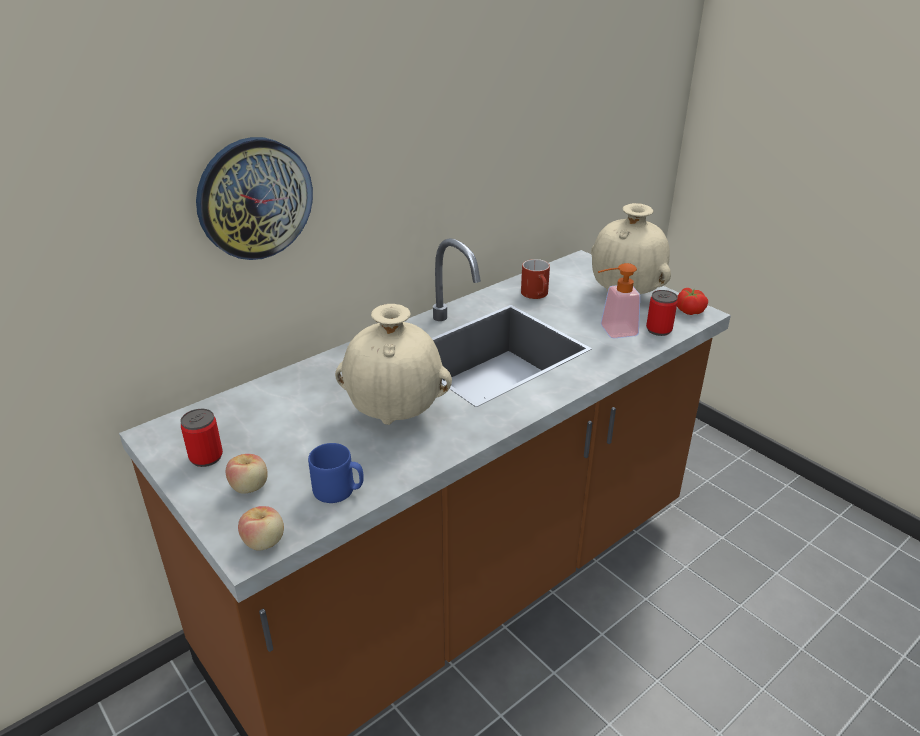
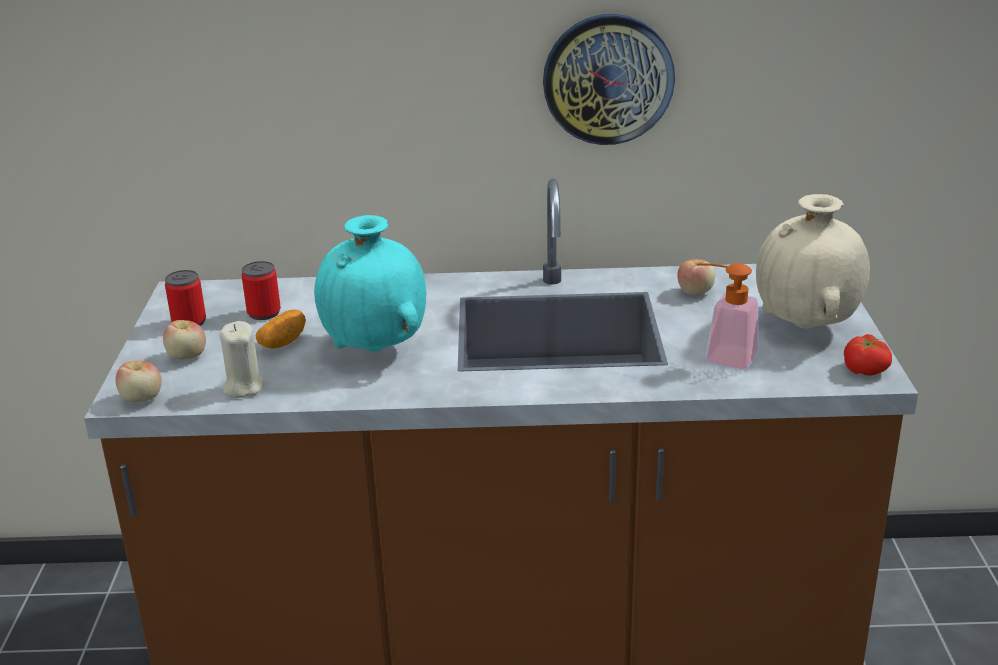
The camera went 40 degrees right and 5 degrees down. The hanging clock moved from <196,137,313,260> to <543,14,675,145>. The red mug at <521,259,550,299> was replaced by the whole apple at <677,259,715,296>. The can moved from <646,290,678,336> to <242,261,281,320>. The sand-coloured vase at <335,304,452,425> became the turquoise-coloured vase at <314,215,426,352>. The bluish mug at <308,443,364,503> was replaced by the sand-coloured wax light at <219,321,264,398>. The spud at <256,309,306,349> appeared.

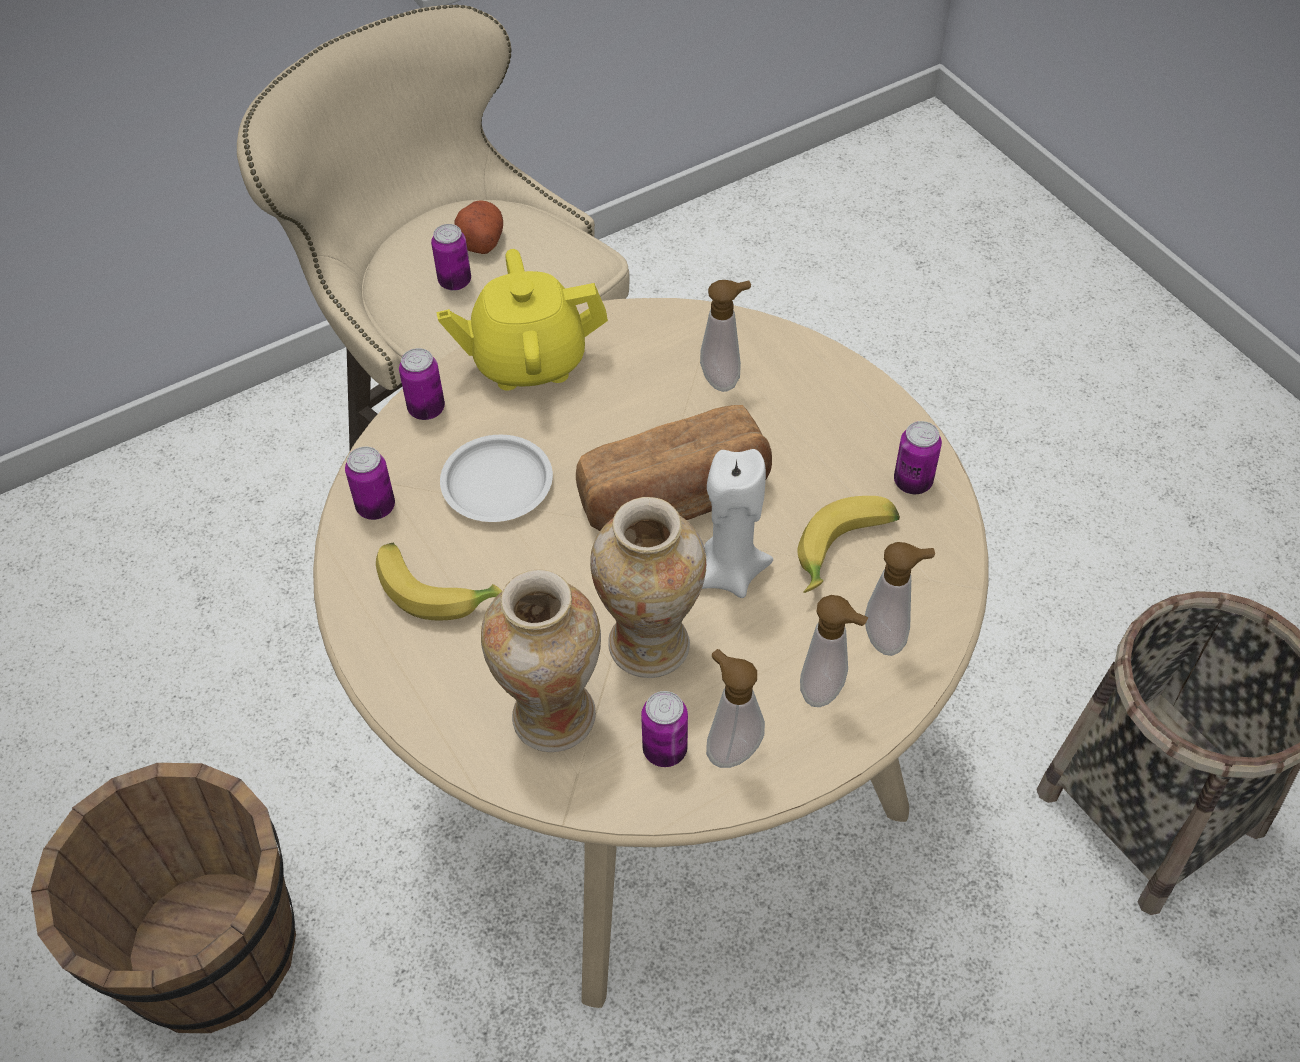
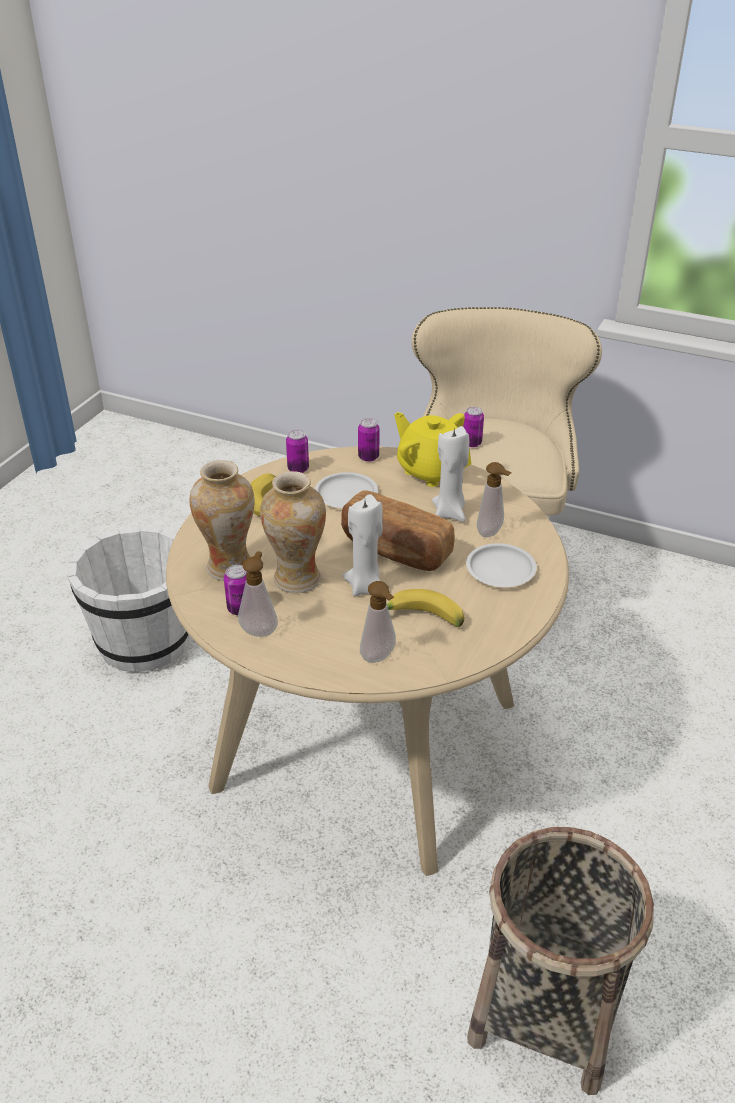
The camera went 55 degrees right and 15 degrees down. The spud at <454,200,503,254> disappeared. The can at <894,421,942,494> disappeared. The soap dispenser at <800,595,868,707> disappeared. The brown-coloured water bucket at <31,763,296,1033> became the white water bucket at <67,526,189,672>. The white wax light at <432,426,469,522> appeared. The white dinner plate at <466,543,537,587> appeared.

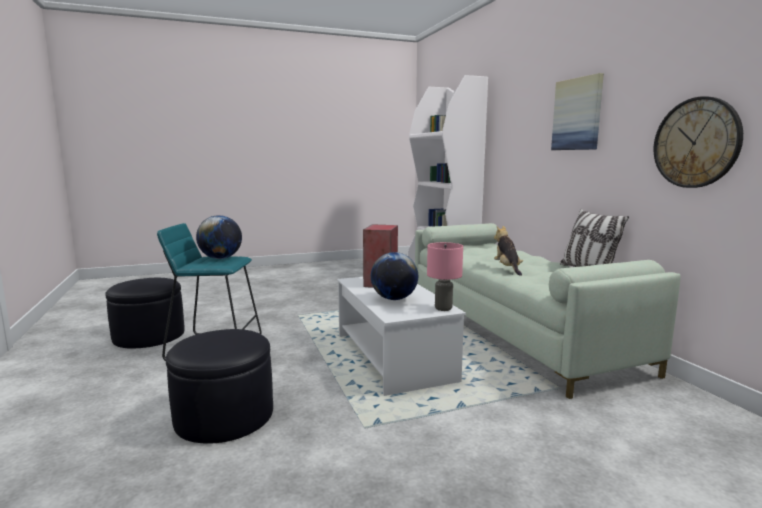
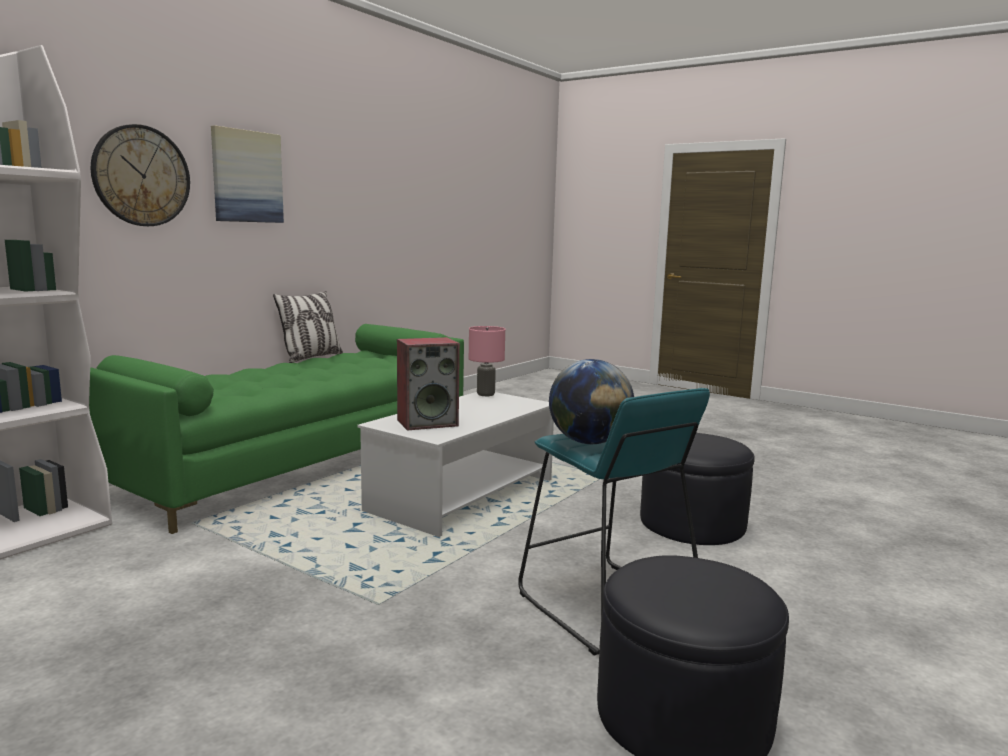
The camera went 125 degrees left and 0 degrees up. The hanging clock moved from <654,96,743,188> to <91,124,190,226>. The white couch at <415,223,681,399> became the green couch at <89,324,464,534>. The soft toy at <494,226,523,276> disappeared. The desk globe at <371,252,418,300> disappeared.

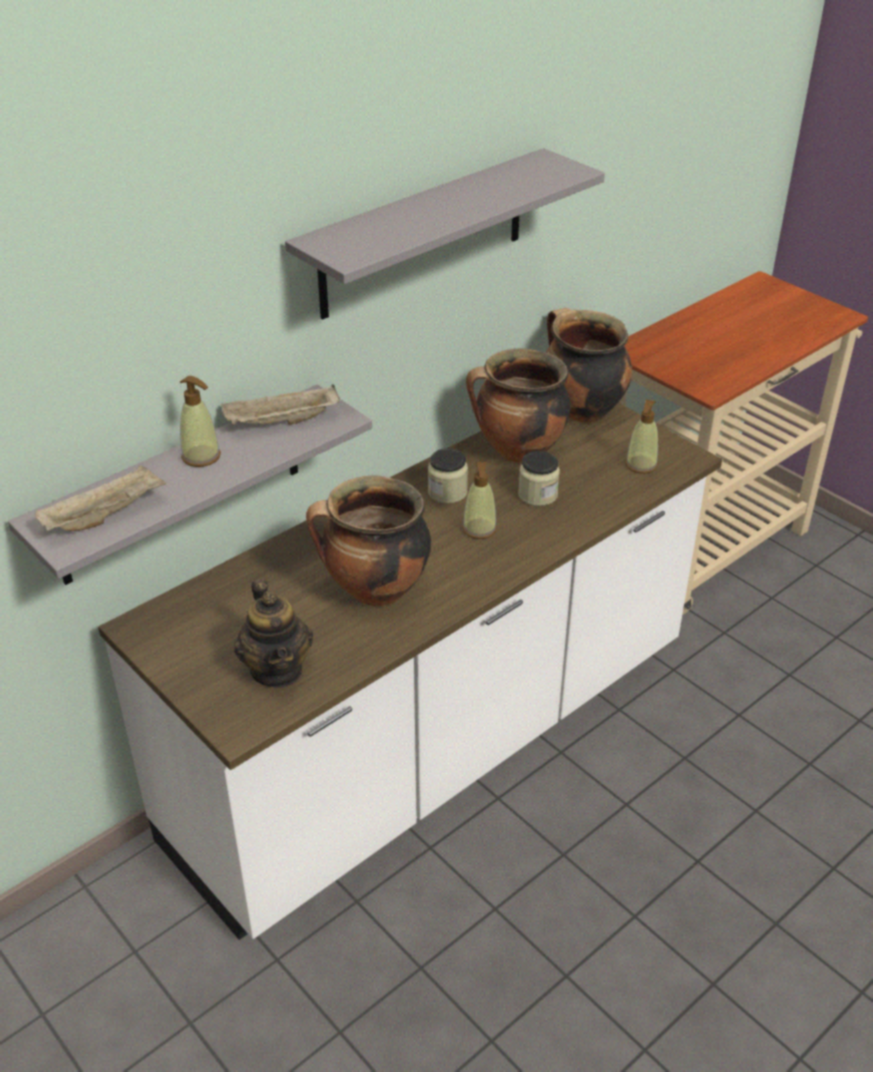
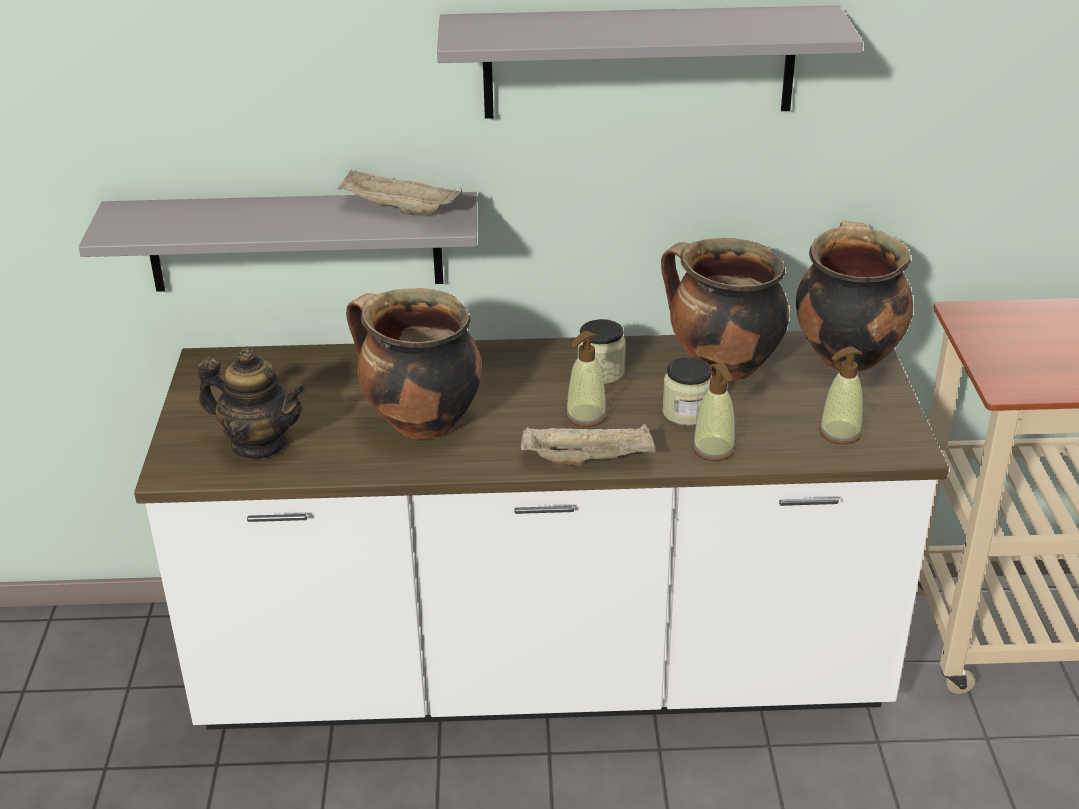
The camera went 40 degrees right and 5 degrees down. The soap dispenser moved from <180,376,221,467> to <692,362,735,461>. The sand-coloured carrying tray moved from <35,465,167,531> to <521,424,655,466>. The teapot at <234,578,313,688> turned 90 degrees counterclockwise.

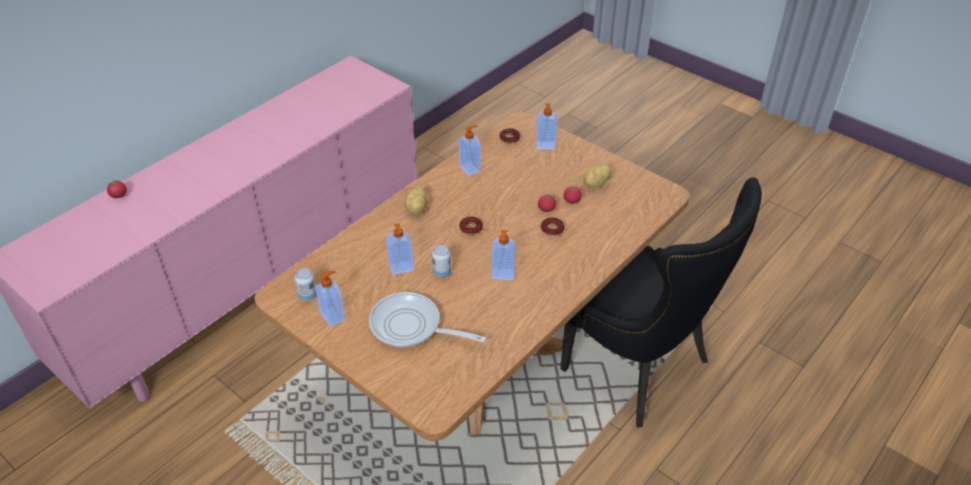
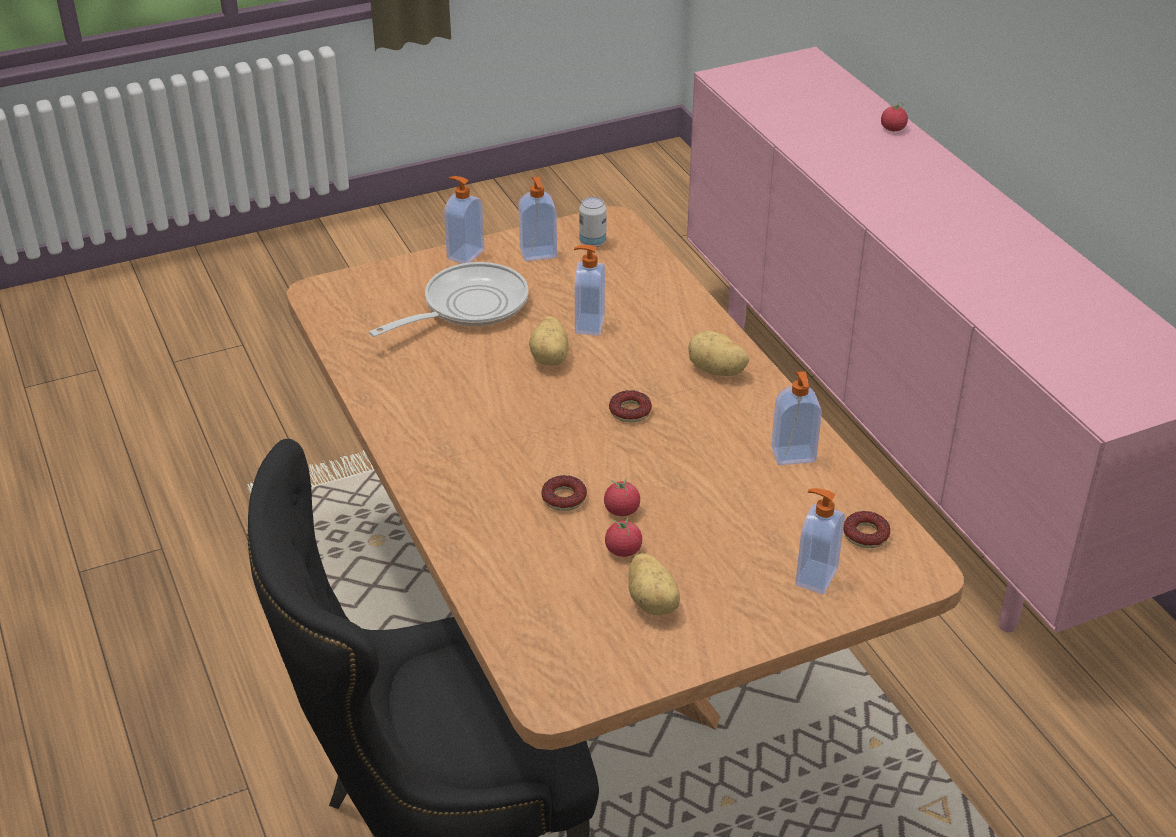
The camera went 115 degrees right and 5 degrees down. The soap dispenser moved from <491,230,516,280> to <444,176,485,264>. The can at <432,245,451,278> was replaced by the spud at <529,316,569,366>.

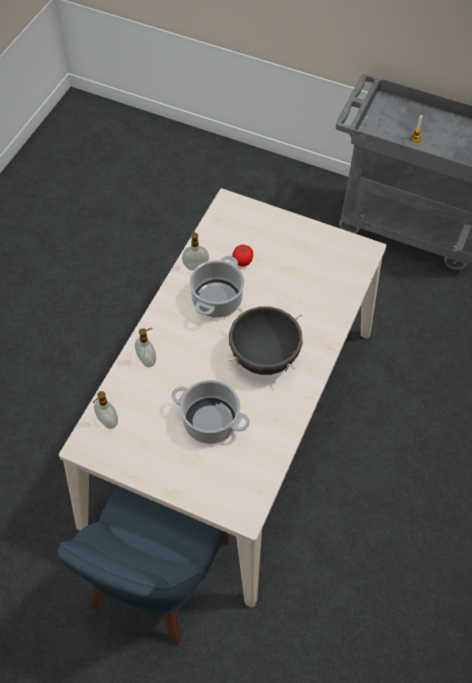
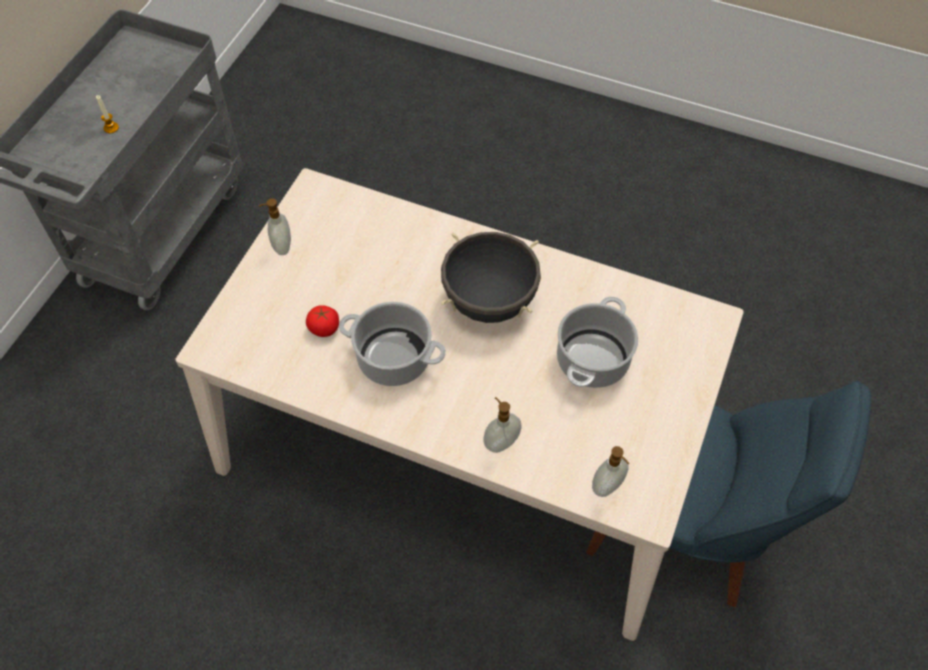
The camera went 90 degrees left and 0 degrees up. The soap dispenser moved from <182,230,209,270> to <258,198,291,255>.

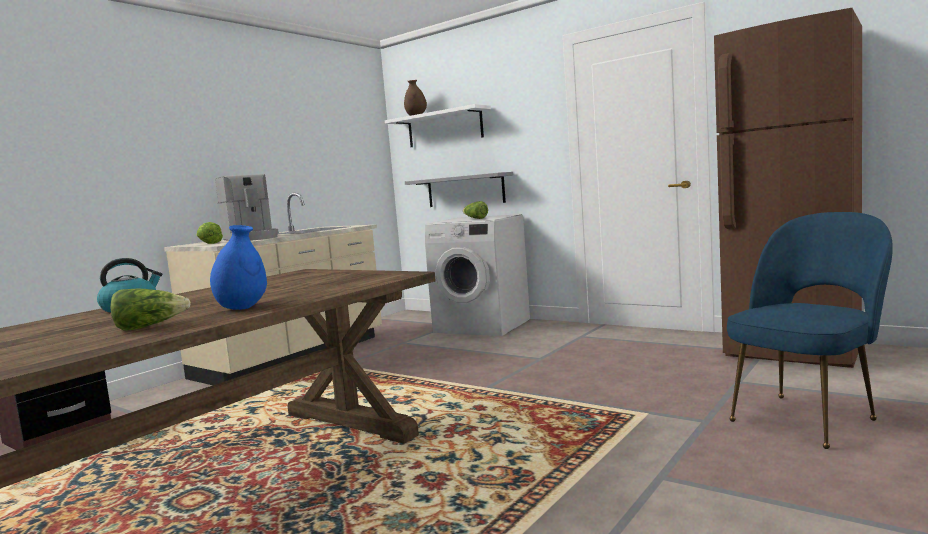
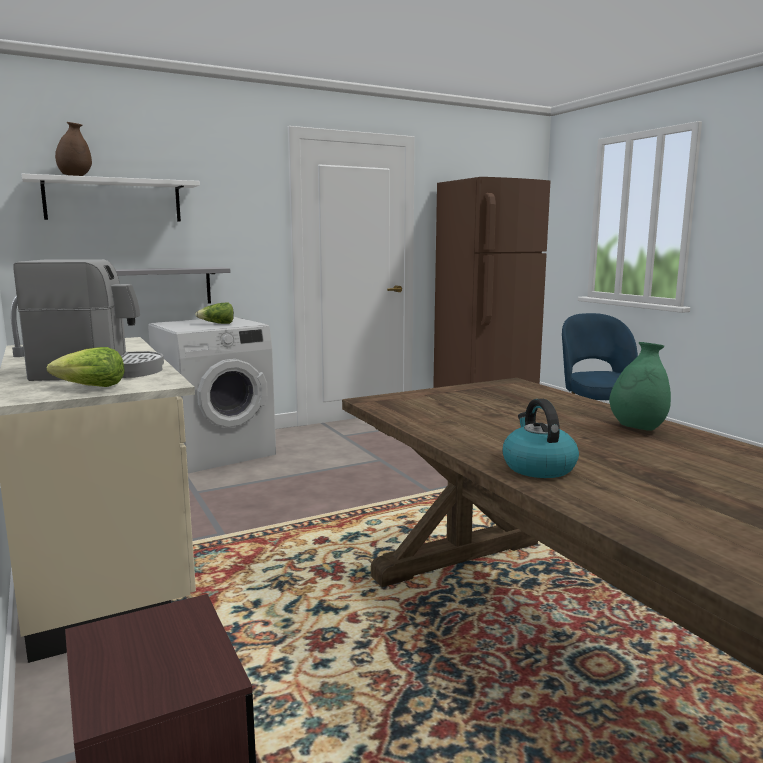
The camera went 65 degrees left and 5 degrees up. The bluish vase at <210,225,267,310> became the green vase at <609,342,671,431>. The lettuce head at <110,289,191,331> disappeared.

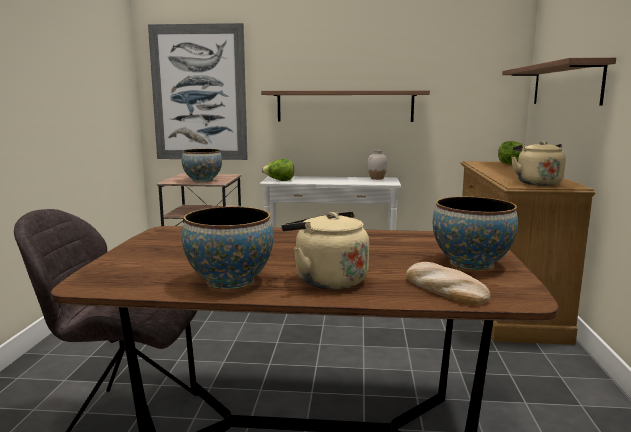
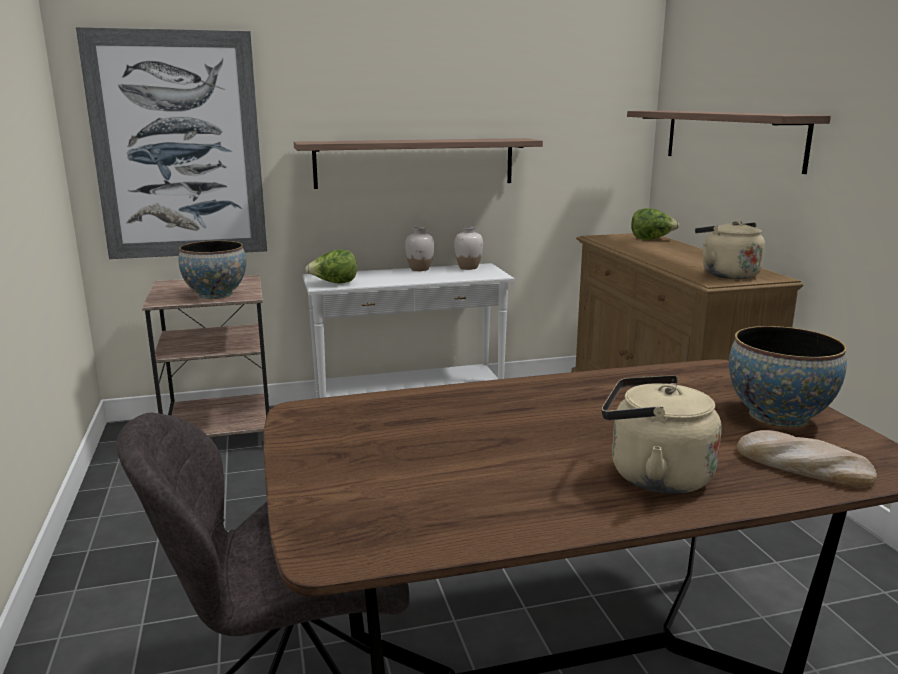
The camera went 20 degrees left and 5 degrees up. The serving bowl at <182,207,273,290> disappeared. The white vase at <405,227,434,271> appeared.

